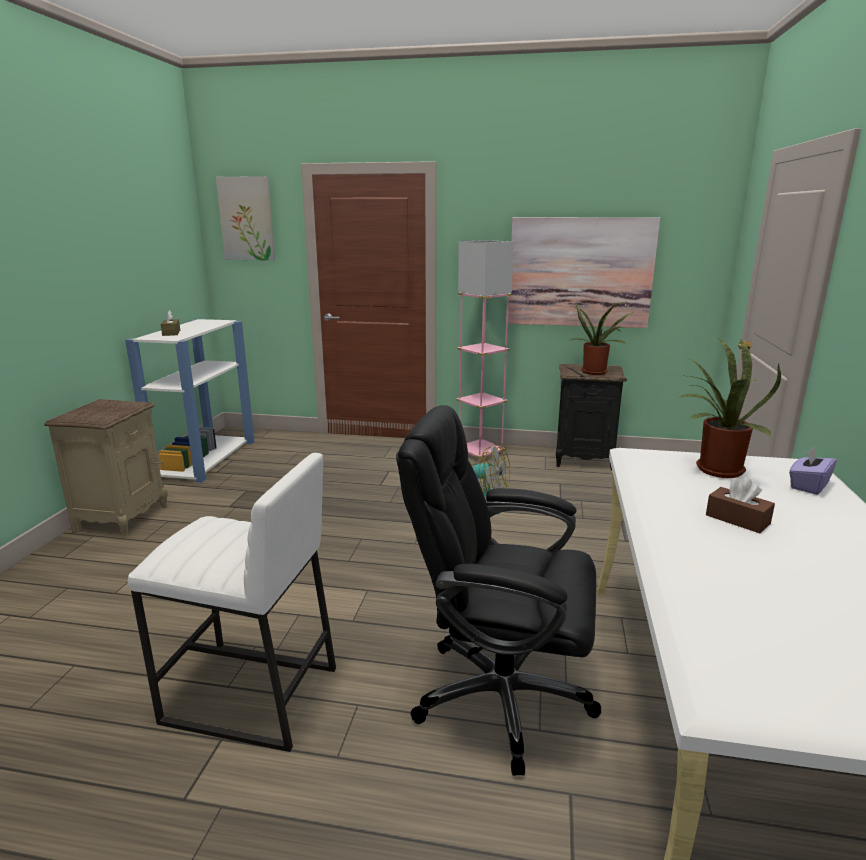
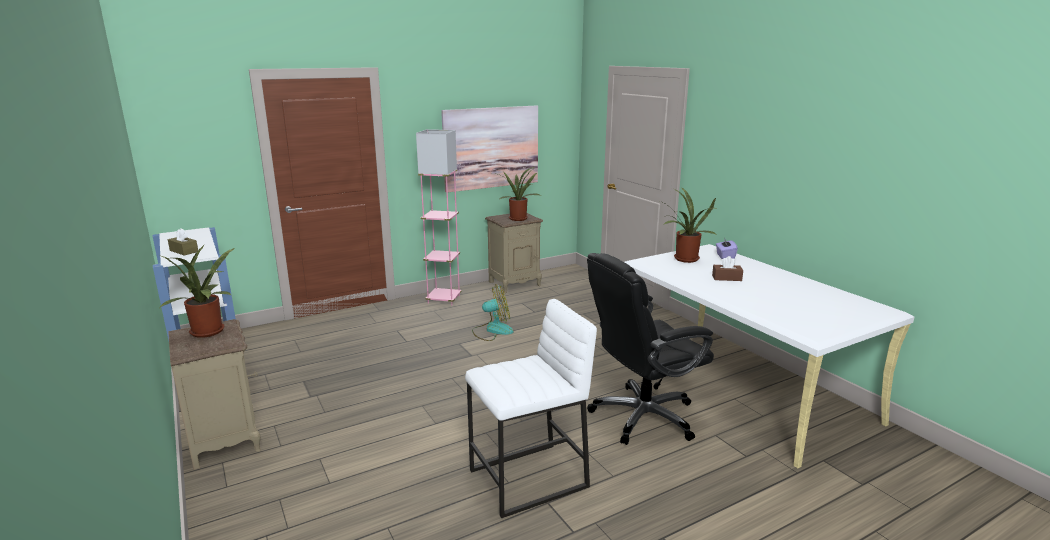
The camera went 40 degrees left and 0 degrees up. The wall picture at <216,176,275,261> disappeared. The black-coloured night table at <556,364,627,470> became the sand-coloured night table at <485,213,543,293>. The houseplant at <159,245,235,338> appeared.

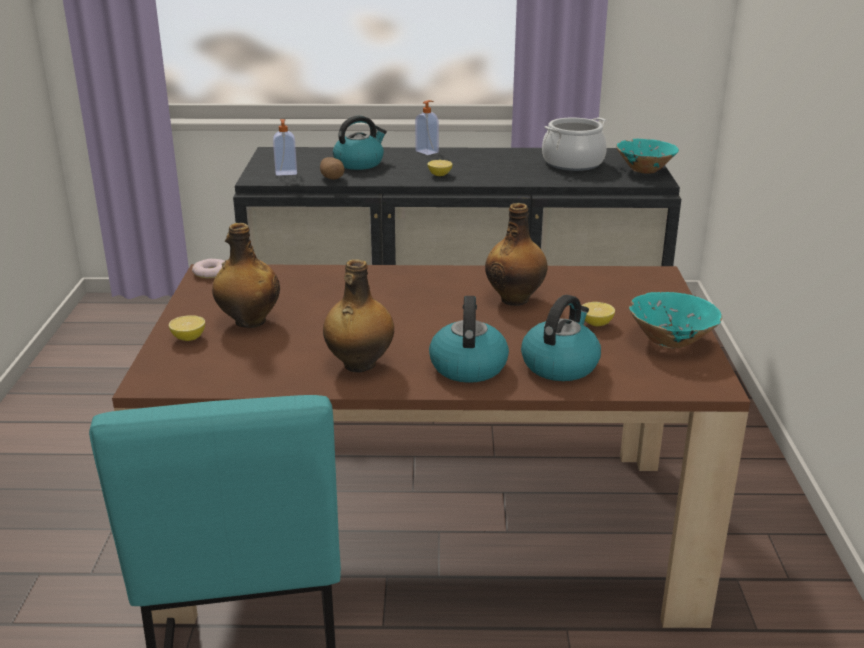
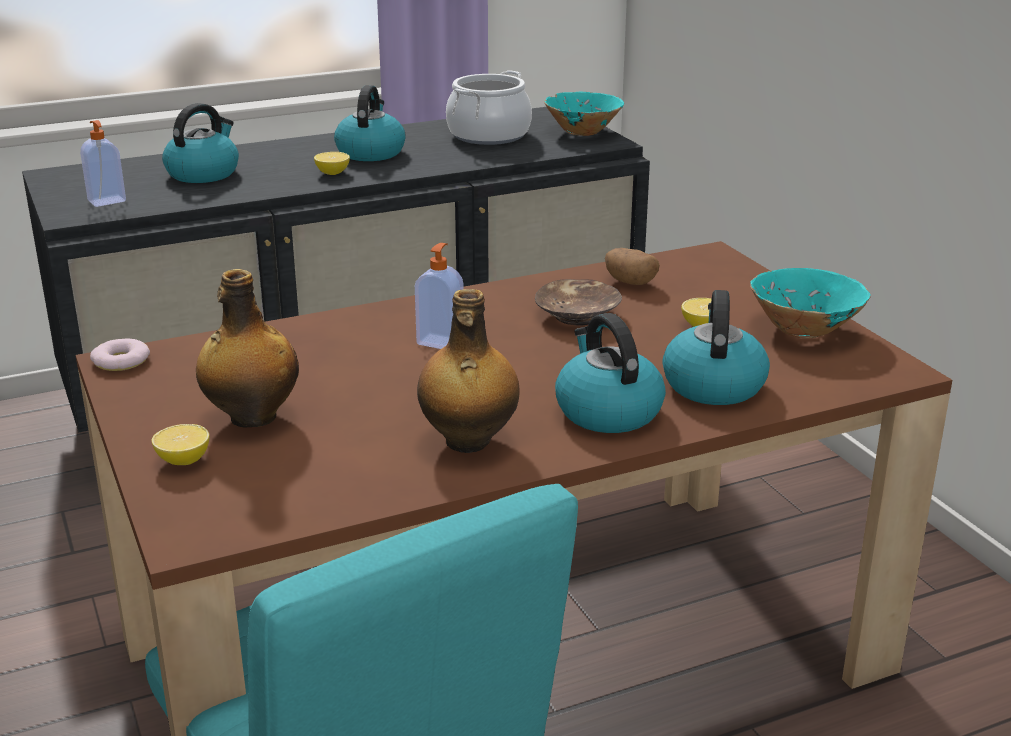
The camera went 25 degrees left and 0 degrees up. The soap dispenser moved from <415,100,439,155> to <415,243,464,349>. The spud moved from <320,157,344,180> to <605,248,660,285>. The bottle at <485,203,548,306> was replaced by the brown-coloured serving bowl at <535,279,622,326>. The kettle at <334,85,406,161> appeared.

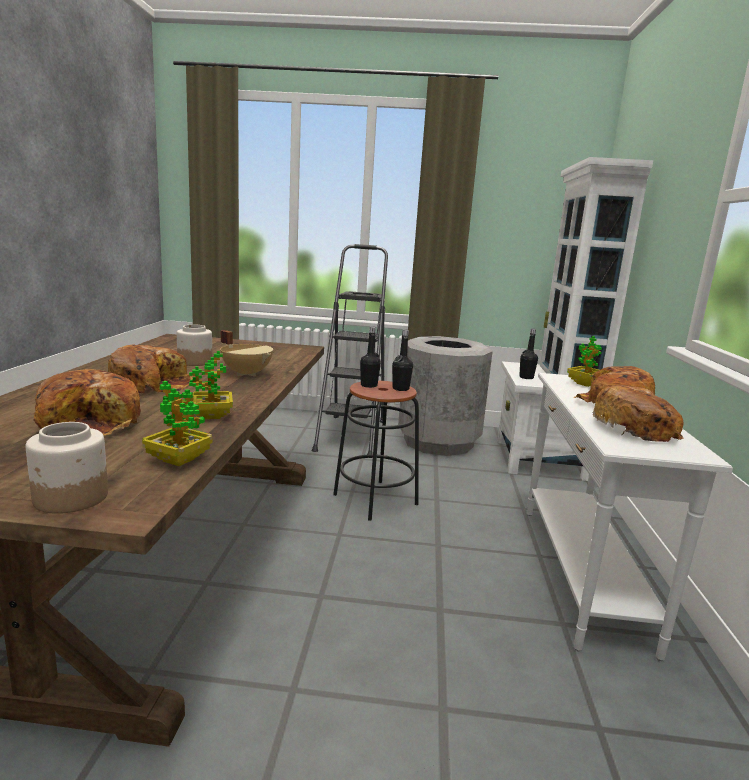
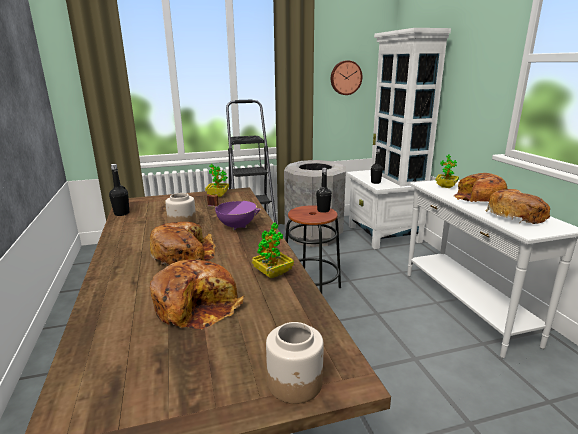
The camera went 20 degrees left and 5 degrees up. The black-coloured bottle moved from <360,327,381,388> to <109,164,129,216>. The sand-coloured stockpot at <220,330,273,377> became the purplish stockpot at <207,195,261,230>. The houseplant moved from <142,381,213,466> to <205,164,229,197>. The hanging clock at <331,60,362,95> appeared.

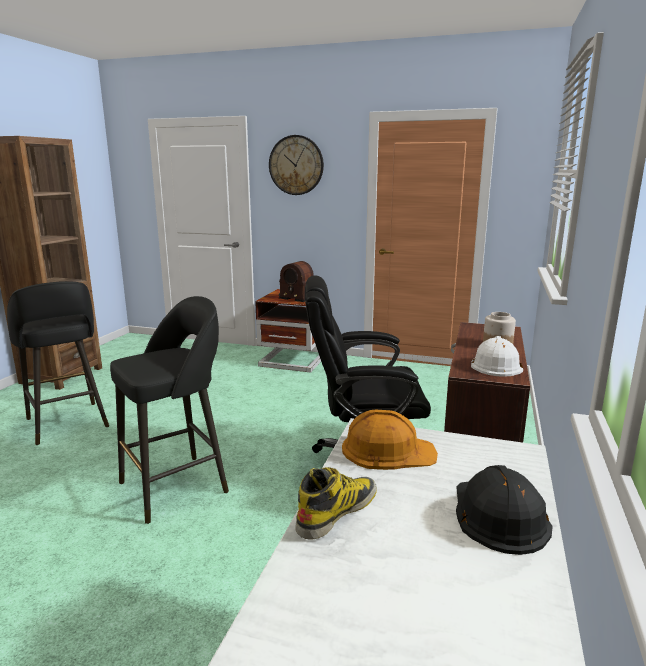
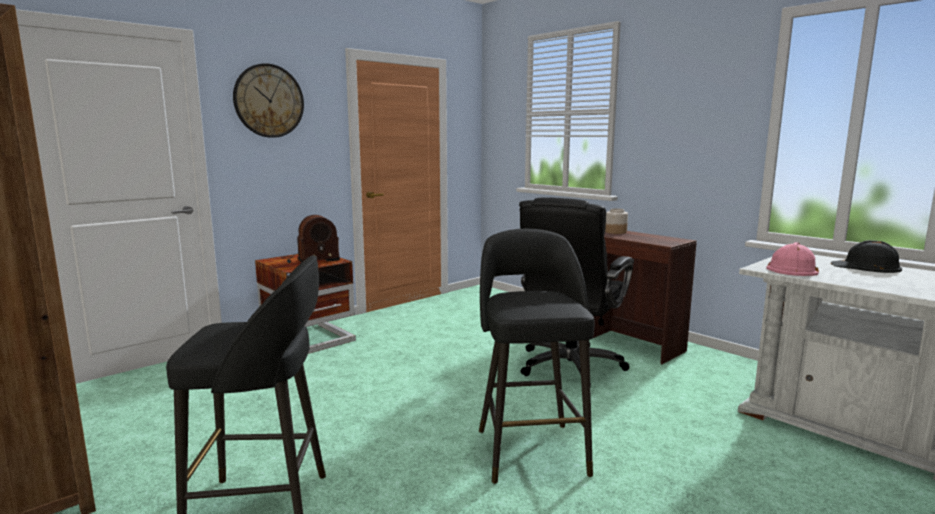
The camera went 60 degrees left and 5 degrees down. The white hard hat at <471,336,523,377> disappeared. The orangey hard hat at <342,410,438,470> became the pink hard hat at <766,242,819,276>. The high-top boot at <295,467,377,540> disappeared.

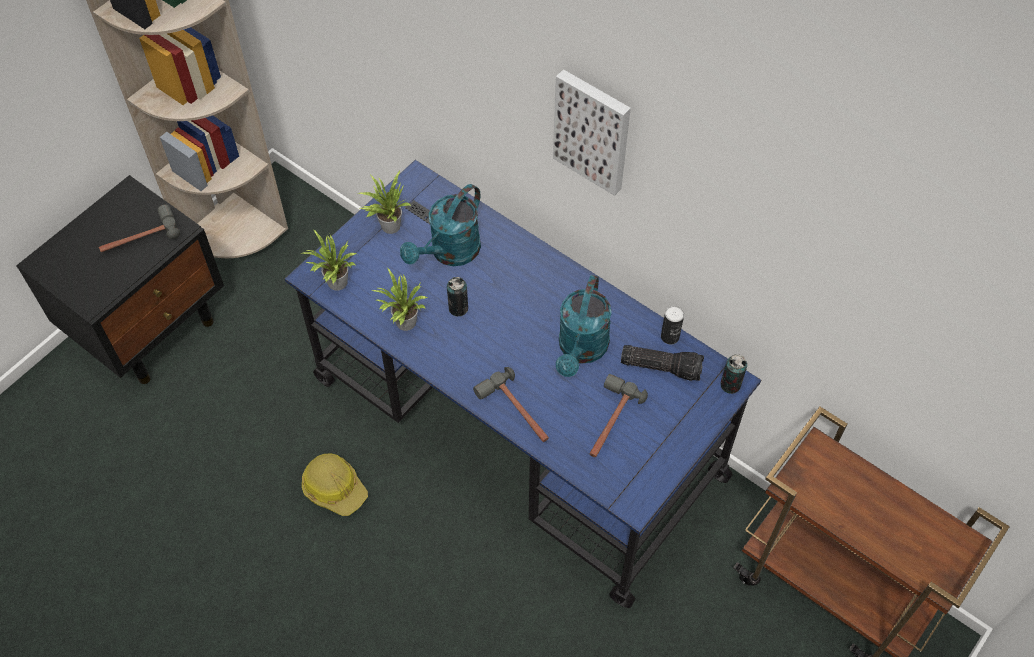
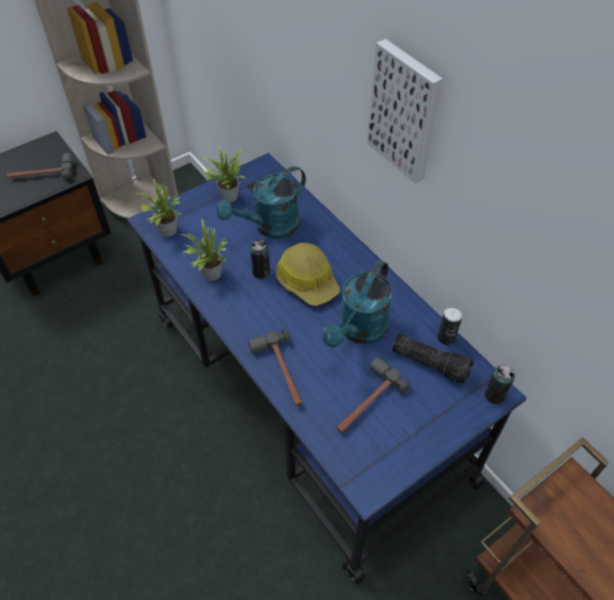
The camera went 15 degrees right and 5 degrees down. The hard hat moved from <302,453,368,516> to <276,243,340,306>.

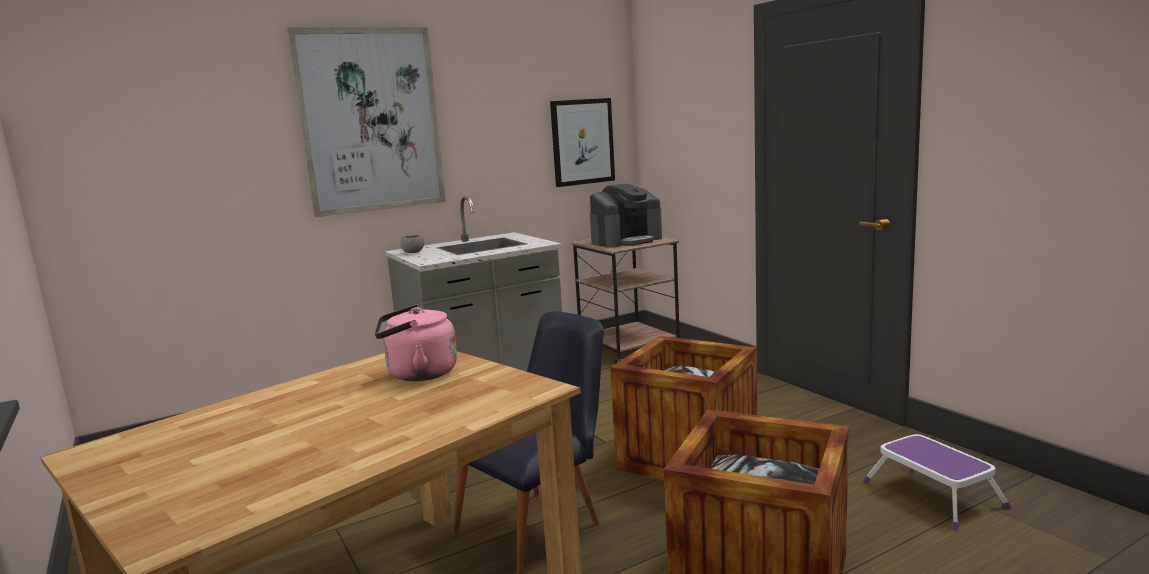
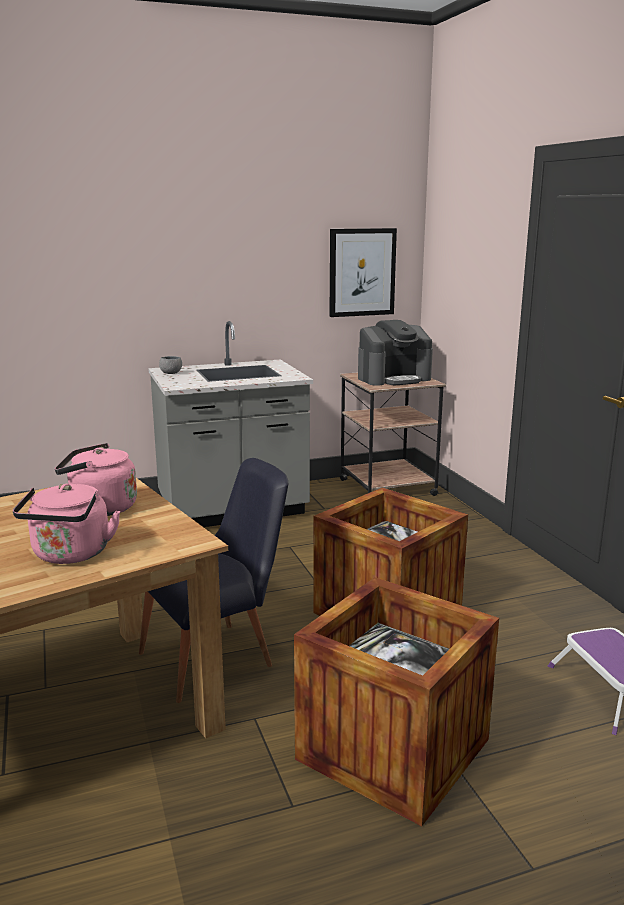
The camera went 10 degrees right and 5 degrees up. The wall picture at <287,27,446,217> disappeared. The pink kettle at <13,484,121,564> appeared.

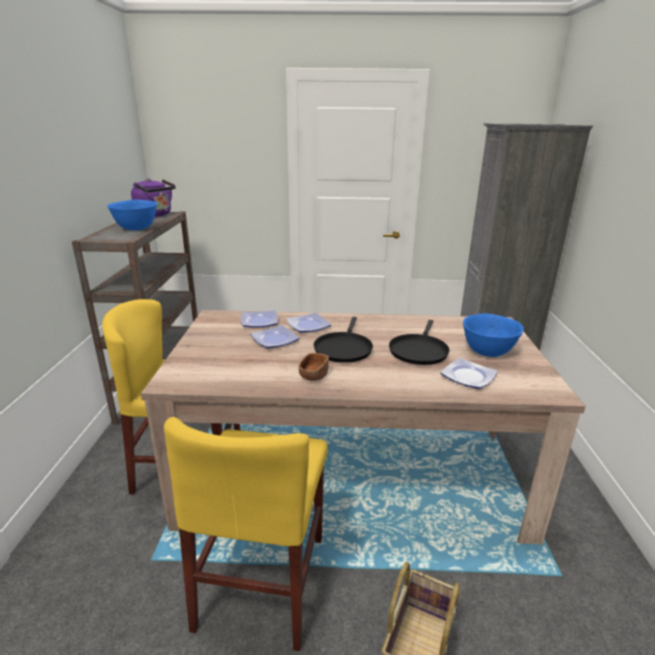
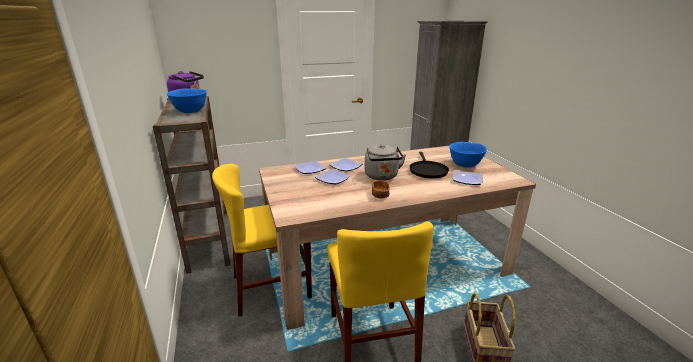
The camera went 20 degrees left and 0 degrees up. The black-coloured skillet at <314,317,373,363> was replaced by the gray kettle at <365,144,406,181>.

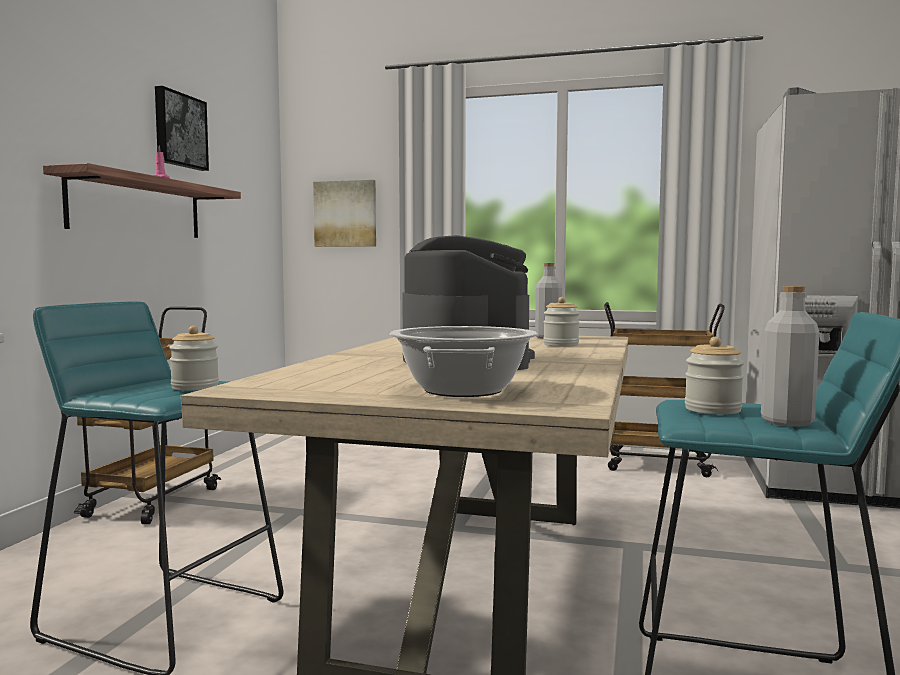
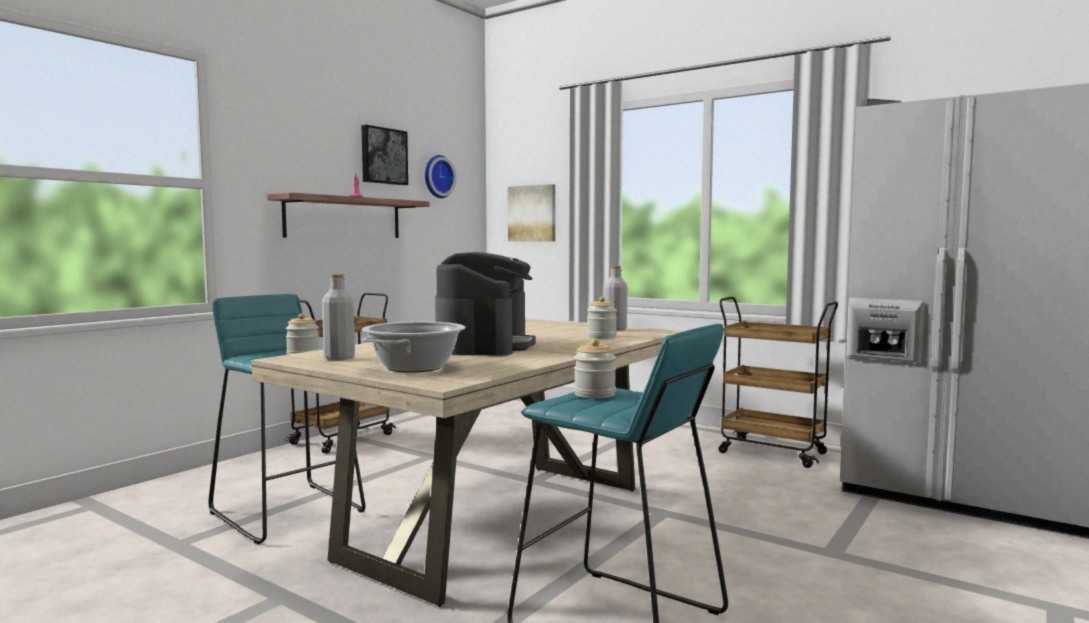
The camera went 20 degrees right and 0 degrees up. The gray bottle moved from <761,286,820,427> to <322,274,355,360>. The hanging clock at <425,155,456,198> appeared.

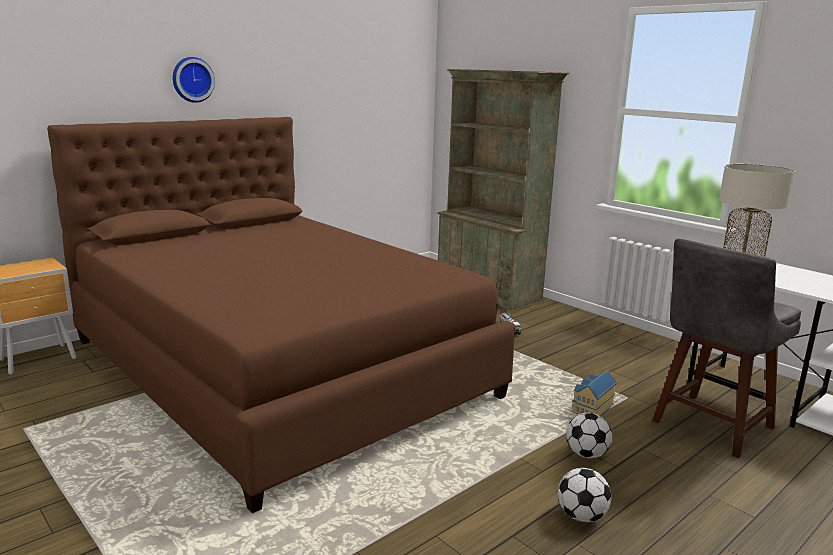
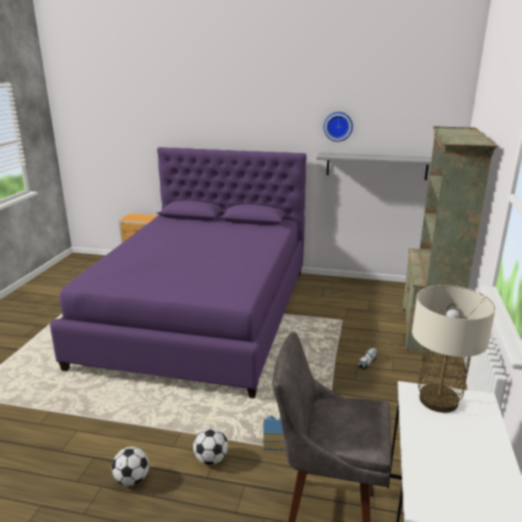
The camera went 55 degrees right and 5 degrees up. The hanging clock moved from <172,57,215,103> to <324,112,353,142>. The brown-coloured bedroom bed at <47,117,516,513> became the purplish bedroom bed at <50,147,307,398>. The gray wall shelf at <316,152,432,180> appeared.

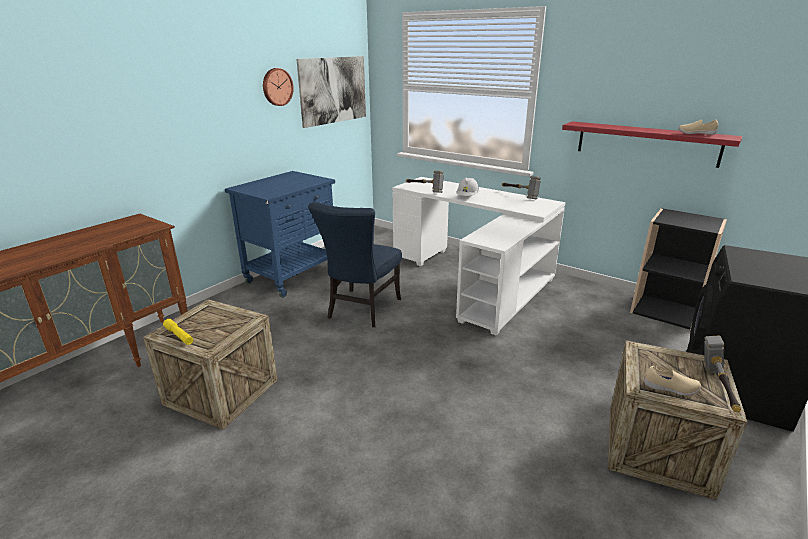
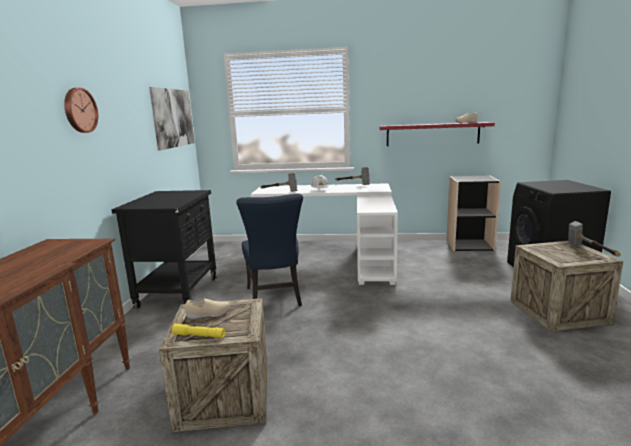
The camera went 30 degrees left and 10 degrees down. The hanging clock moved from <263,68,294,106> to <64,88,98,133>. The bluish cart at <225,171,335,298> became the black-coloured cart at <112,190,217,309>. The sand-coloured item of footwear moved from <644,366,701,396> to <185,298,230,319>.

